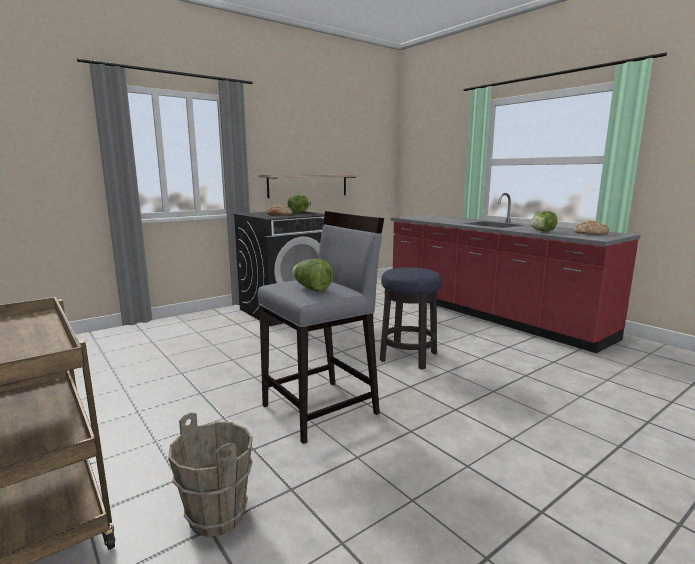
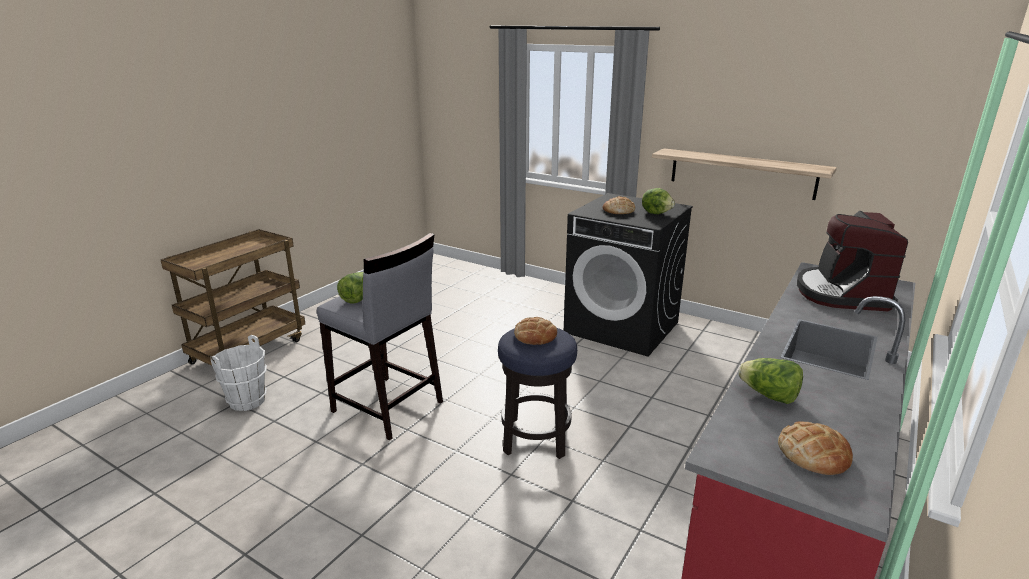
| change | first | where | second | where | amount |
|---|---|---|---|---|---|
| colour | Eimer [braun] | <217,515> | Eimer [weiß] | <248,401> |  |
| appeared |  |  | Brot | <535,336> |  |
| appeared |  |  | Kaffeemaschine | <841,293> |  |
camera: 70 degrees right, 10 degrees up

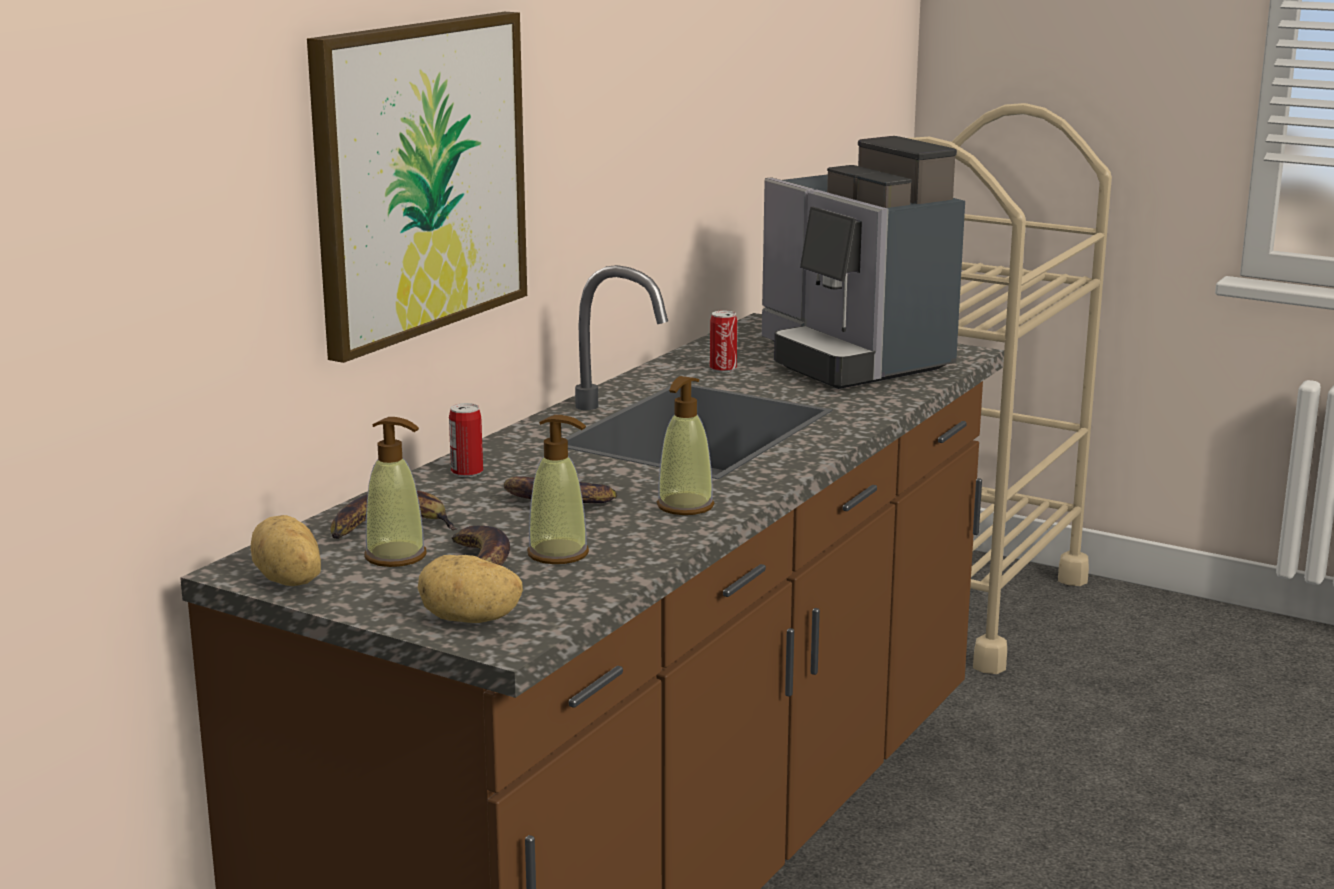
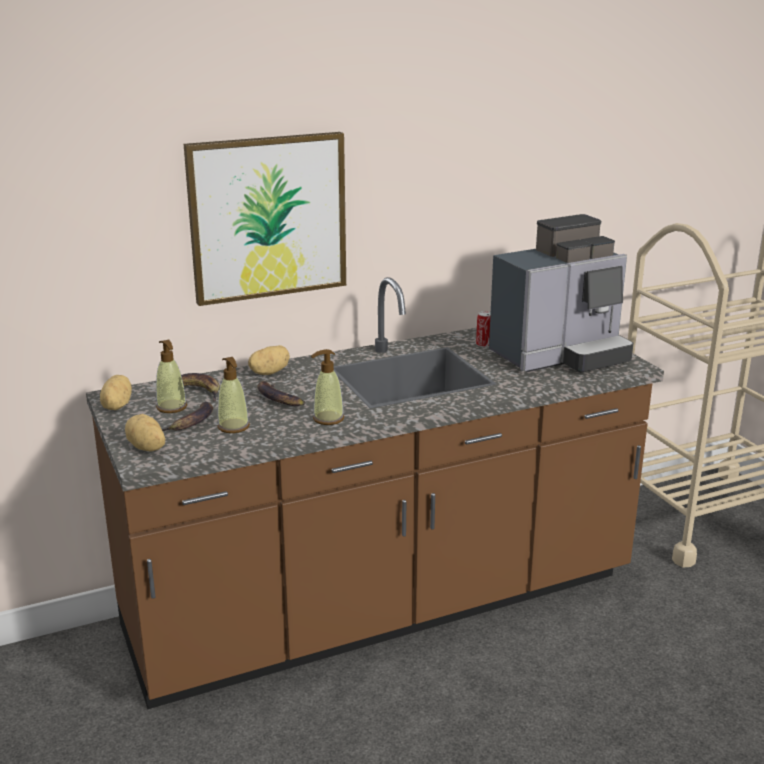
| change | first | where | second | where | amount |
|---|---|---|---|---|---|
| exchanged | Dose | <467,472> | Kartoffel | <269,372> |  |
| spun | Kaffeemaschine | <851,360> |  | <561,356> | 120 degrees counterclockwise |
camera: 35 degrees right, 5 degrees up

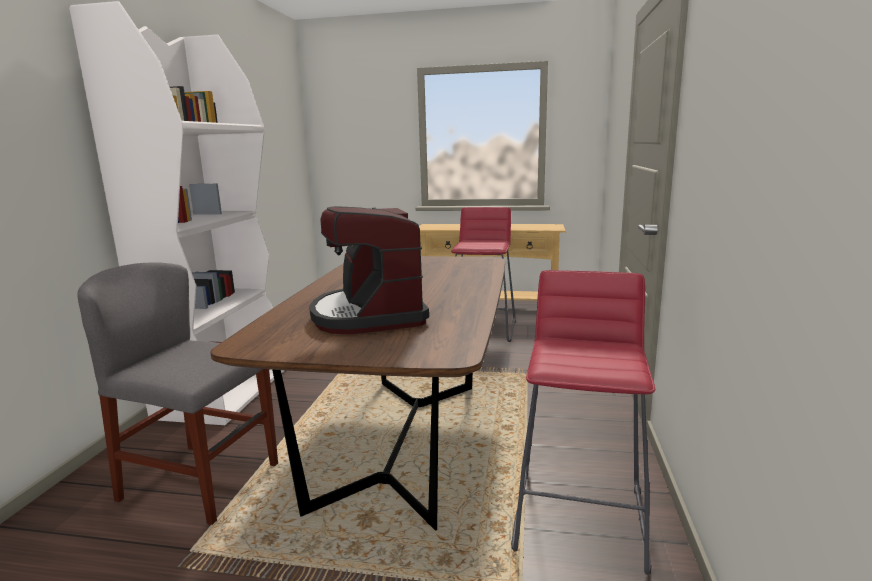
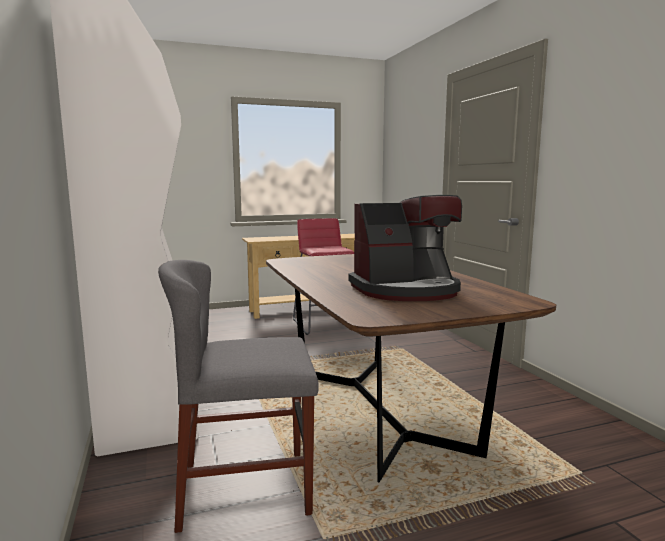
| change | first | where | second | where | amount |
|---|---|---|---|---|---|
| spun | Kaffeemaschine | <369,315> |  | <406,290> | 60 degrees counterclockwise |
| missing | Hocker [rot] | <580,516> |  |  |  |
camera: 30 degrees left, 5 degrees down

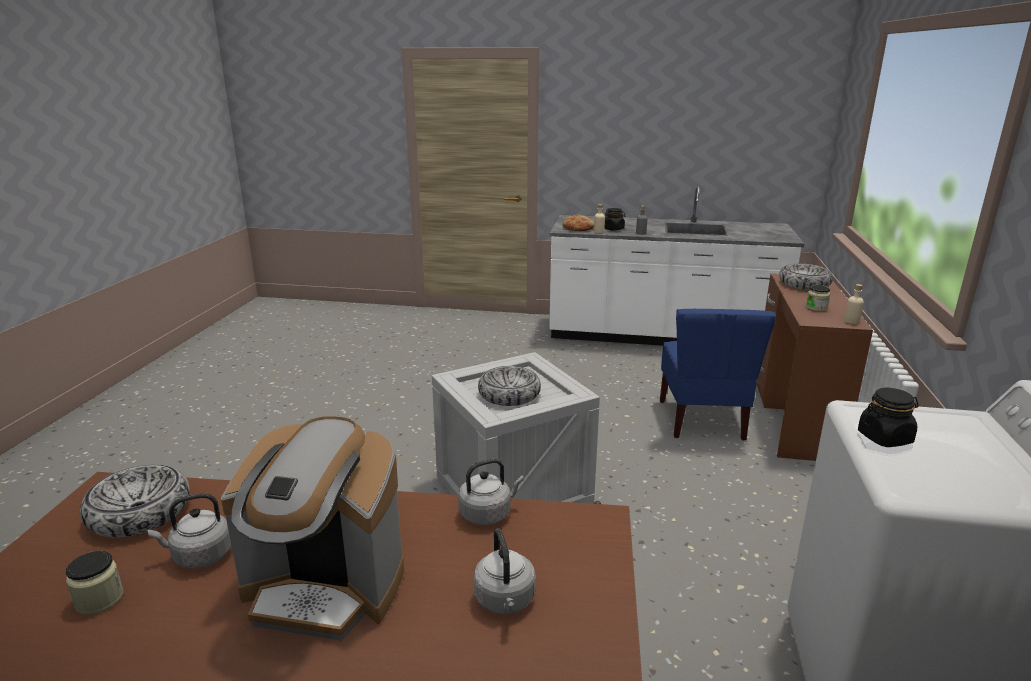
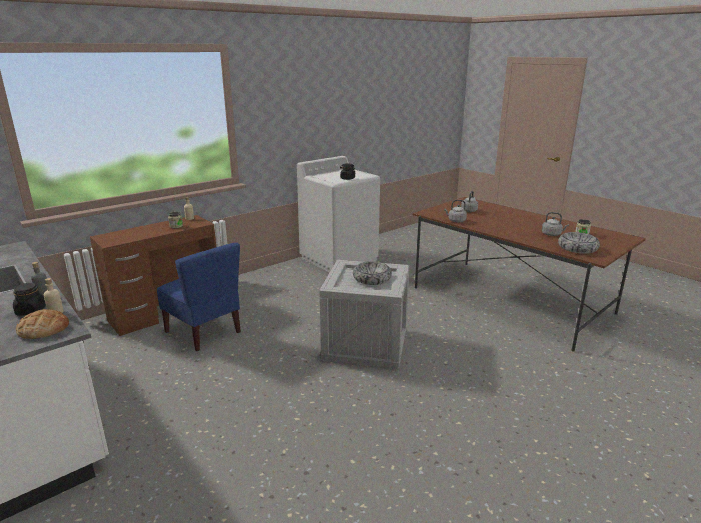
| change | first | where | second | where | amount |
|---|---|---|---|---|---|
| spun | Stuhl [blau] | <703,420> |  | <204,332> | 90 degrees clockwise |
| missing | Kaffeemaschine | <325,588> |  |  |  |
| missing | Schüssel | <804,284> |  |  |  |
camera: 140 degrees left, 0 degrees up

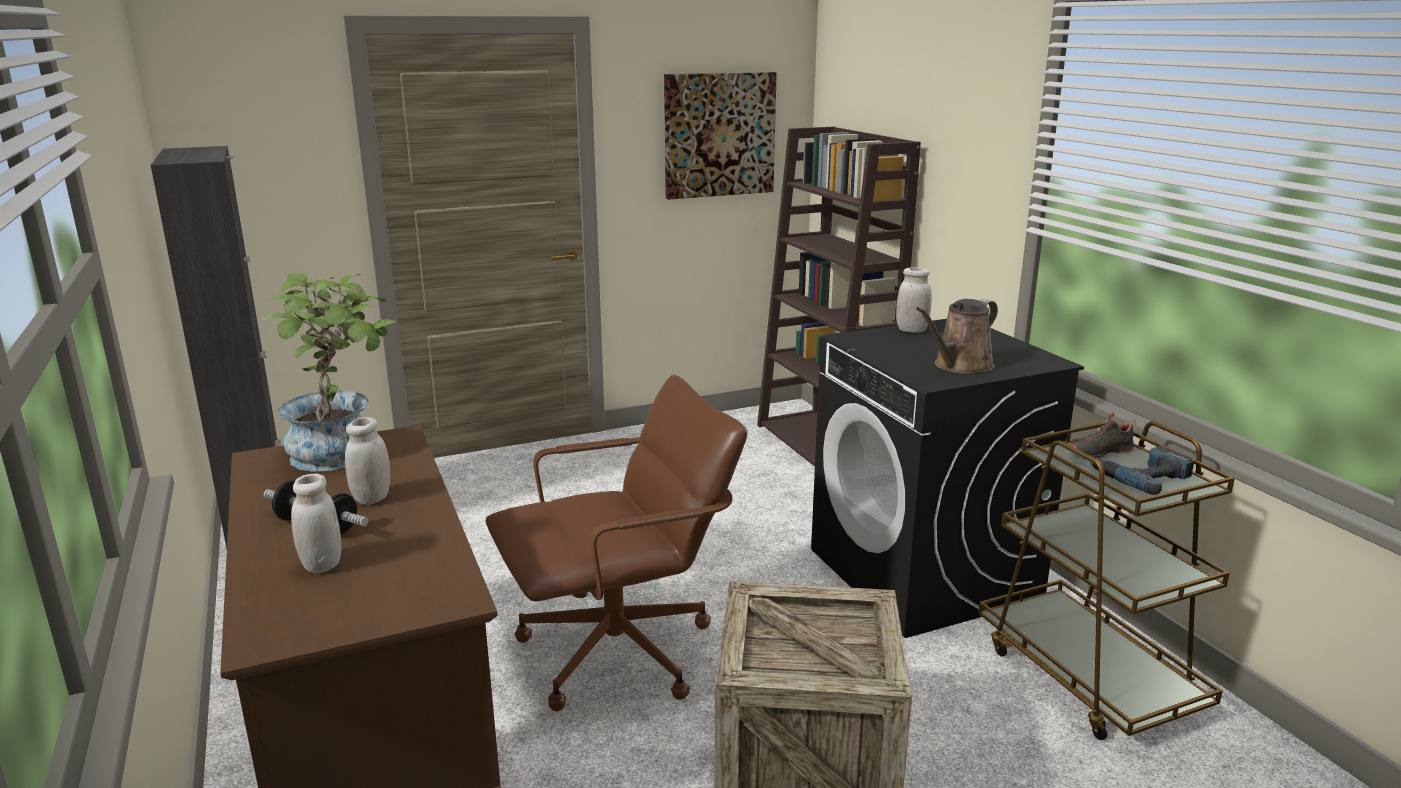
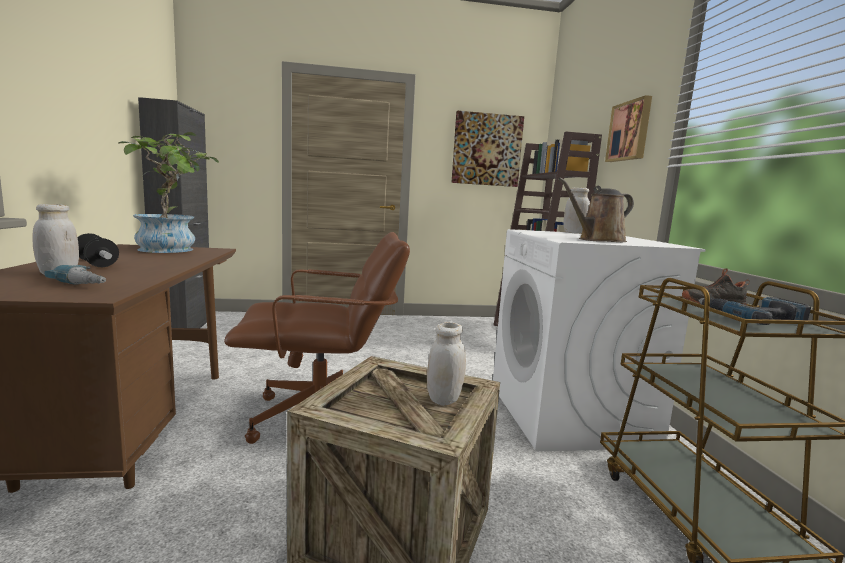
| change | first | where | second | where | amount |
|---|---|---|---|---|---|
| appeared |  |  | Bohrmaschine | <91,282> |  |
| relocated | Vorratsglas [weiß] | <372,498> |  | <444,399> |  |
| colour | Waschmaschine [schwarz] | <924,574> | Waschmaschine [weiß] | <569,414> |  |
| appeared |  |  | Bild | <630,131> |  |
camera: 15 degrees right, 10 degrees down

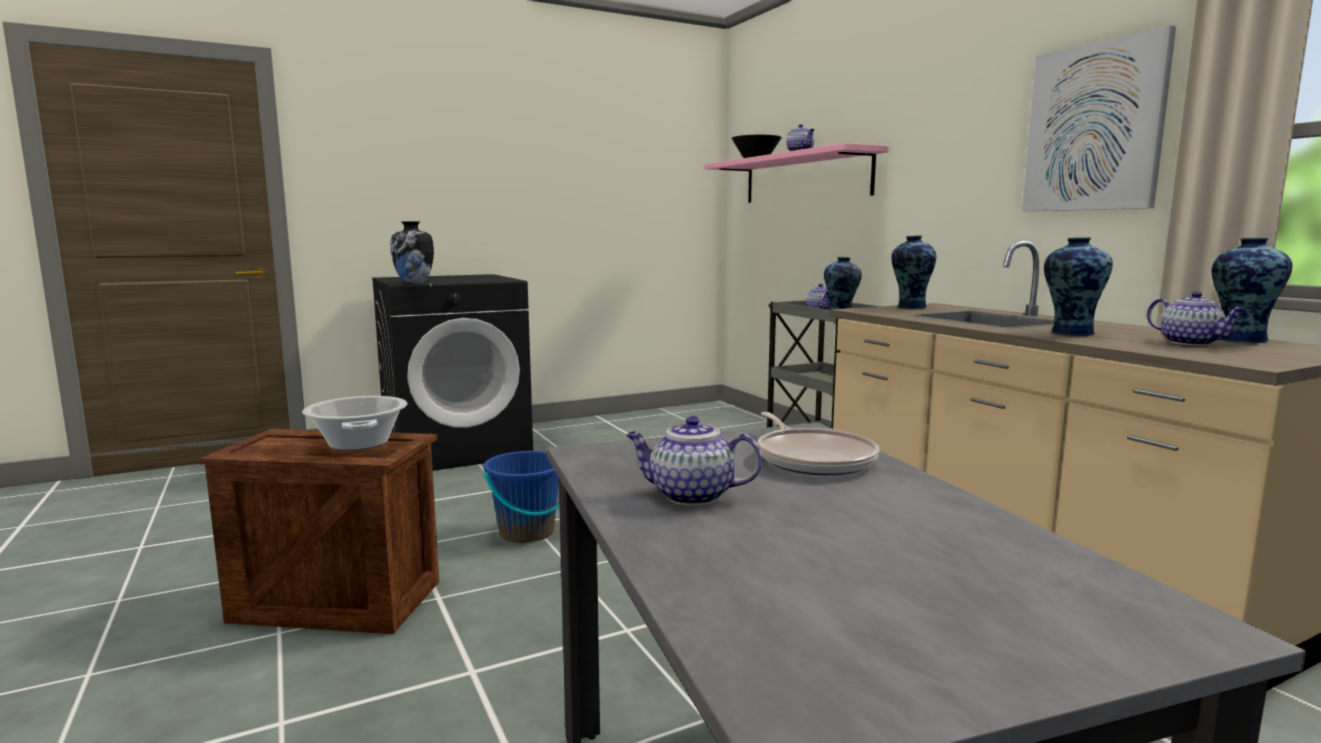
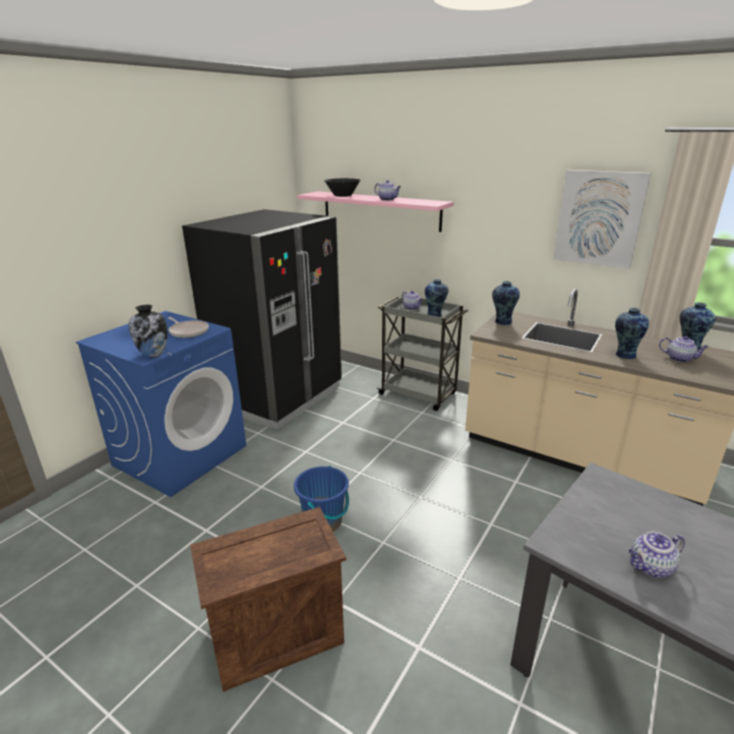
| change | first | where | second | where | amount |
|---|---|---|---|---|---|
| colour | Waschmaschine [schwarz] | <457,449> | Waschmaschine [blau] | <181,455> |  |
| relocated | Pfanne | <813,459> |  | <188,332> |  |
| appeared |  |  | Kühlschrank [schwarz] | <279,396> |  |
| missing | Kochtopf | <359,443> |  |  |  |
camera: 30 degrees left, 15 degrees up

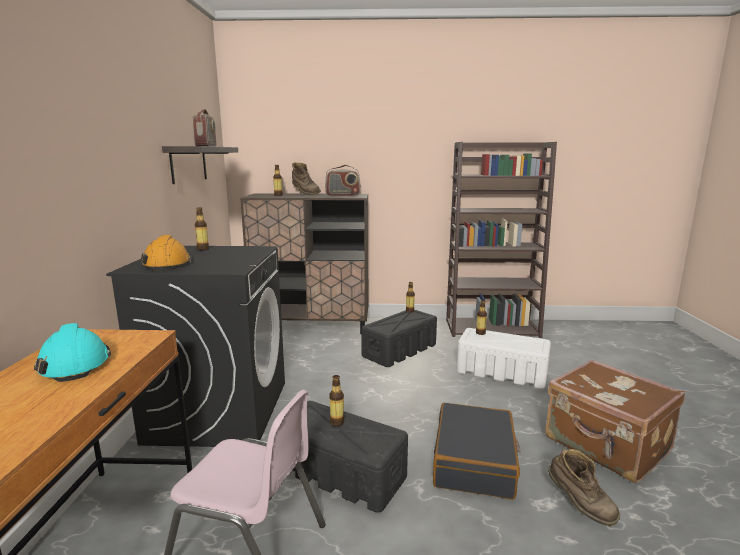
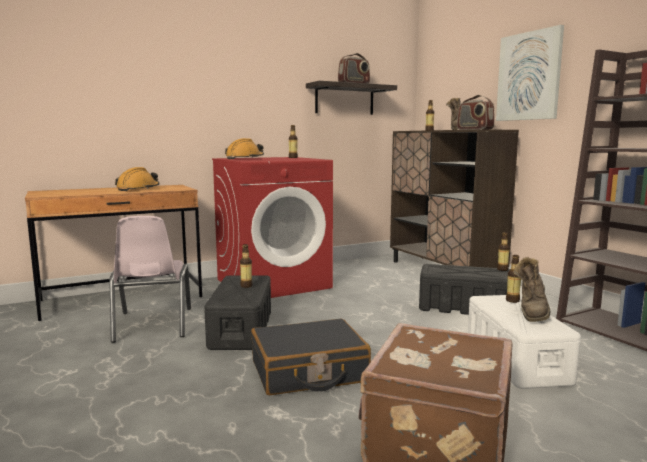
| change | first | where | second | where | amount |
|---|---|---|---|---|---|
| colour | Schutzhelm [türkis] | <75,364> | Schutzhelm [orange] | <138,189> |  |
| colour | Waschmaschine [schwarz] | <219,410> | Waschmaschine [rot] | <273,283> |  |
| appeared |  |  | Bild | <529,76> |  |
| relocated | Stiefel [braun] | <579,506> |  | <531,313> |  |
camera: 60 degrees right, 5 degrees down

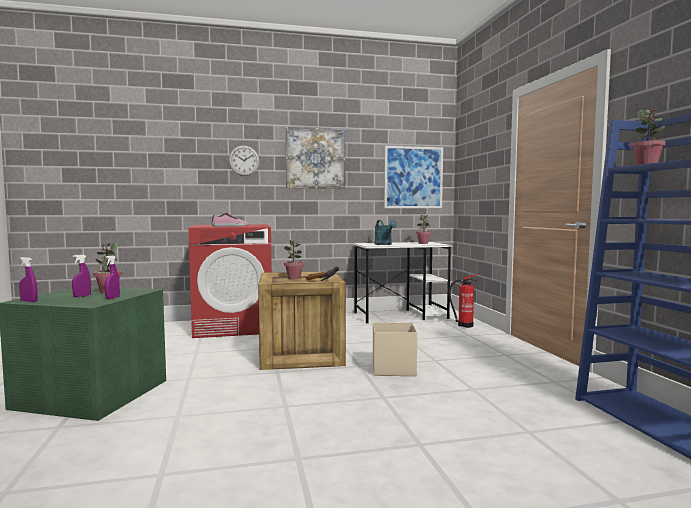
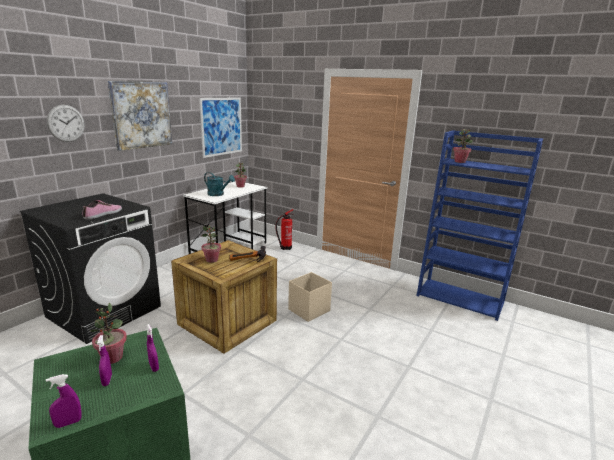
| change | first | where | second | where | amount |
|---|---|---|---|---|---|
| colour | Waschmaschine [rot] | <234,327> | Waschmaschine [schwarz] | <105,311> |  |
camera: 45 degrees left, 15 degrees up

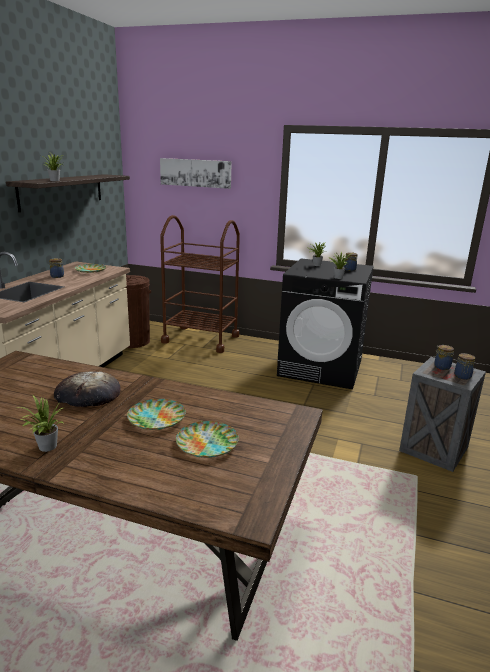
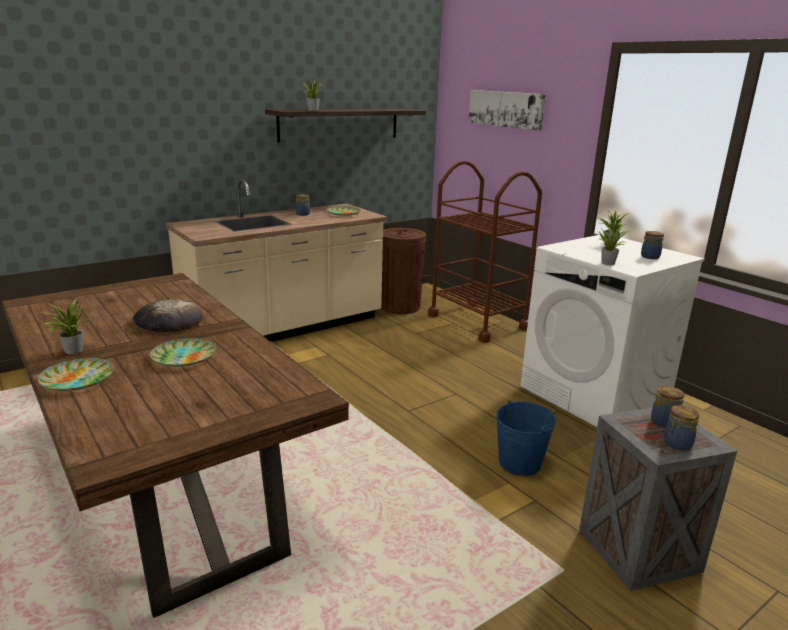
| change | first | where | second | where | amount |
|---|---|---|---|---|---|
| relocated | Teller | <207,443> |  | <78,379> |  |
| appeared |  |  | Eimer [blau] | <520,463> |  |
| colour | Waschmaschine [schwarz] | <321,368> | Waschmaschine [weiß] | <595,395> |  |
camera: 35 degrees right, 0 degrees up

